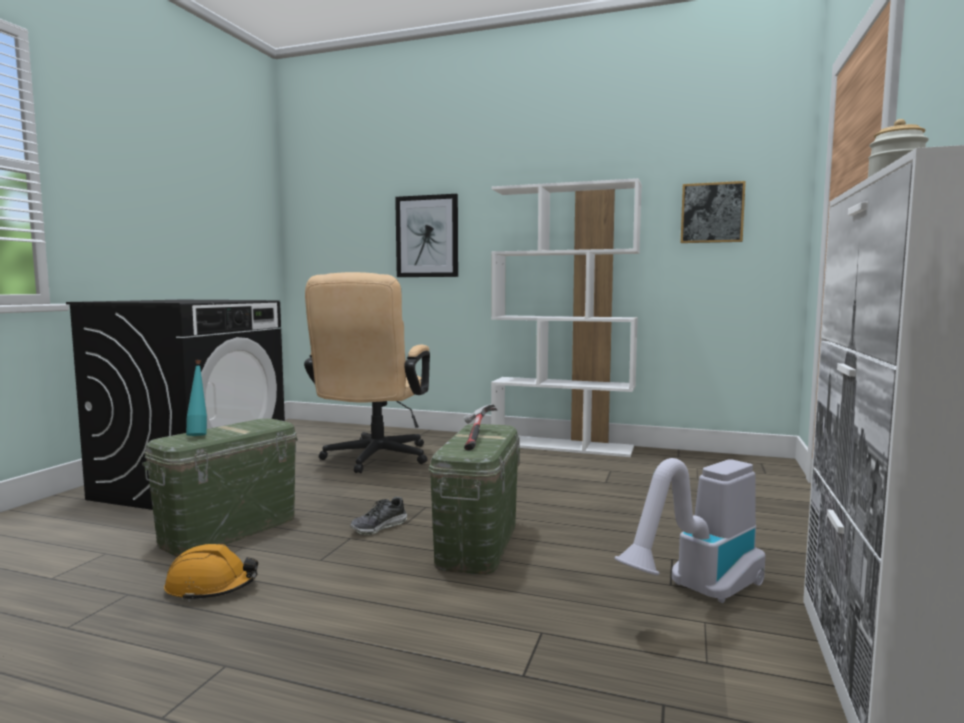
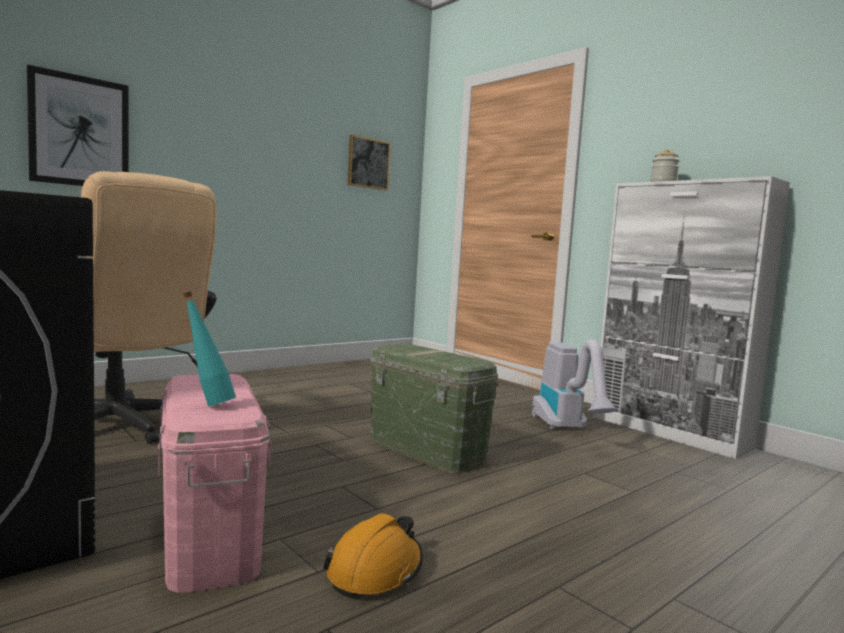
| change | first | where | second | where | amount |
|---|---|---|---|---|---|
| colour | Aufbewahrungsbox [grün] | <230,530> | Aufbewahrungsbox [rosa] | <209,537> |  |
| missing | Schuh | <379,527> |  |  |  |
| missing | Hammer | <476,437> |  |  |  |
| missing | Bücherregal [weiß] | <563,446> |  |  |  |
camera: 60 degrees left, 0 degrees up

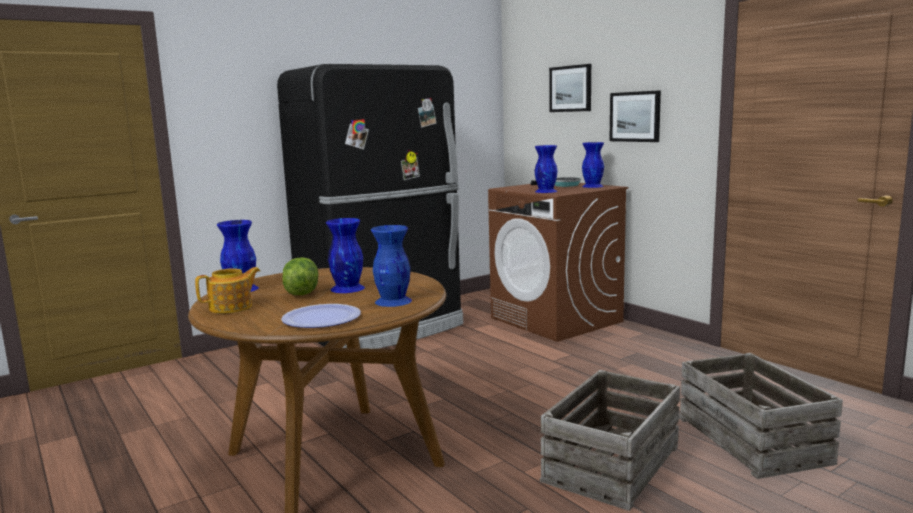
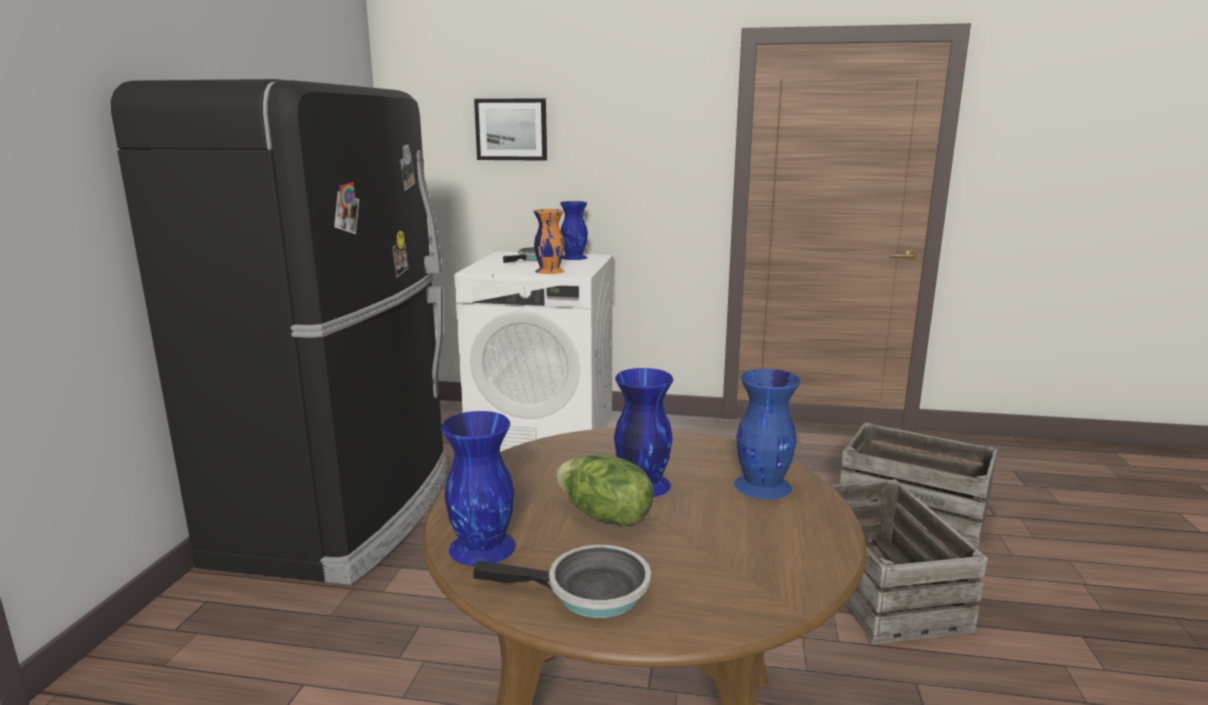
| change | first | where | second | where | amount |
|---|---|---|---|---|---|
| colour | Waschmaschine [braun] | <556,320> | Waschmaschine [weiß] | <544,431> |  |
| exchanged | Teekanne | <232,307> | Pfanne | <589,592> |  |
| colour | Vase [blau] | <546,191> | Vase [orange] | <549,271> |  |
| missing | Teller | <321,318> |  |  |  |
| missing | Bild | <635,116> |  |  |  |
camera: 45 degrees left, 5 degrees up

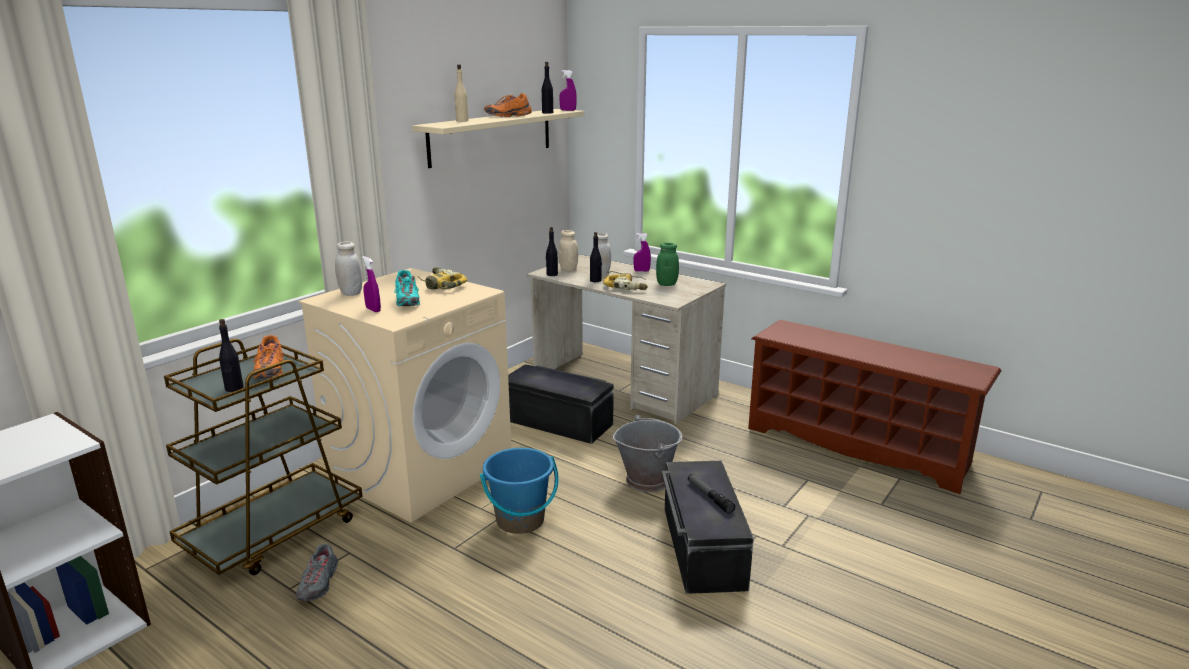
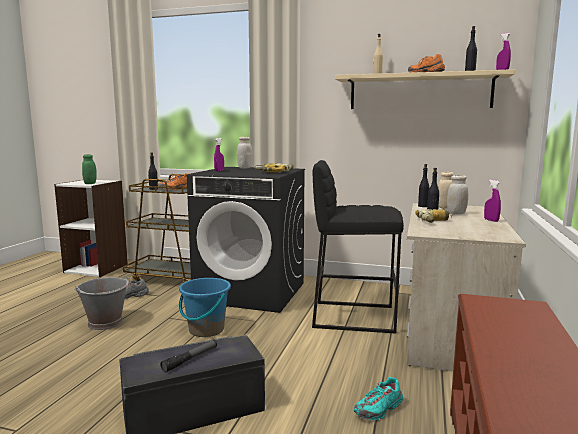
| change | first | where | second | where | amount |
|---|---|---|---|---|---|
| relocated | Eimer [grau] | <647,480> |  | <106,323> |  |
| relocated | Vorratsglas [grün] | <666,284> |  | <90,183> |  |
| colour | Waschmaschine [beige] | <421,469> | Waschmaschine [schwarz] | <252,292> |  |
| exchanged | Aufbewahrungsbox [schwarz] | <558,421> | Hocker [schwarz] | <354,316> |  |
| relocated | Schuh [türkis] | <407,302> |  | <379,410> |  |
camera: 70 degrees right, 10 degrees down

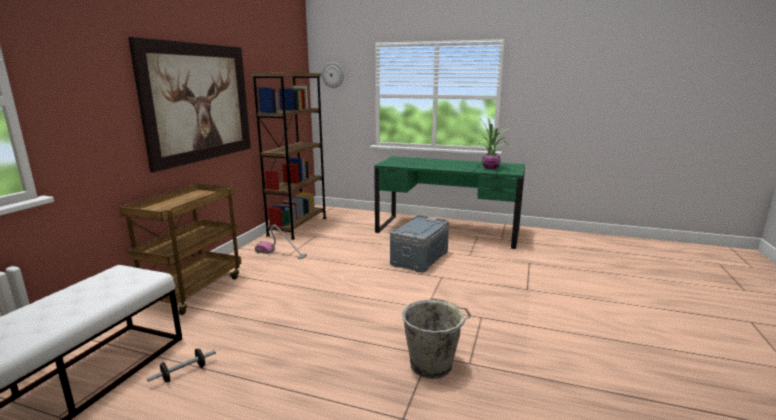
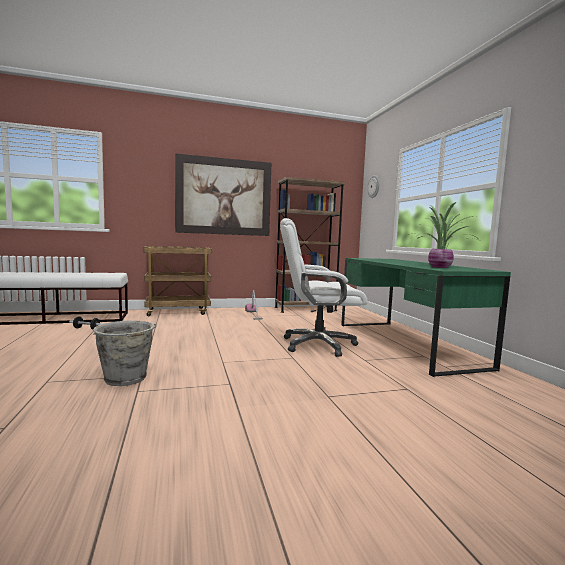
| change | first | where | second | where | amount |
|---|---|---|---|---|---|
| exchanged | Aufbewahrungsbox [grau] | <419,258> | Bürostuhl [weiß] | <317,345> |  |
camera: 55 degrees right, 10 degrees down

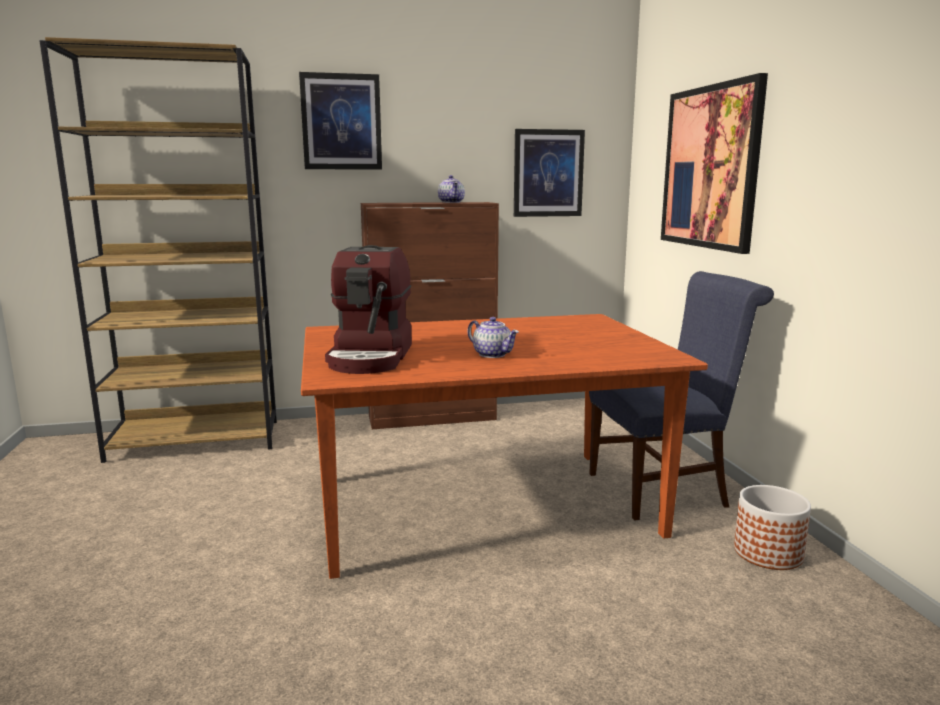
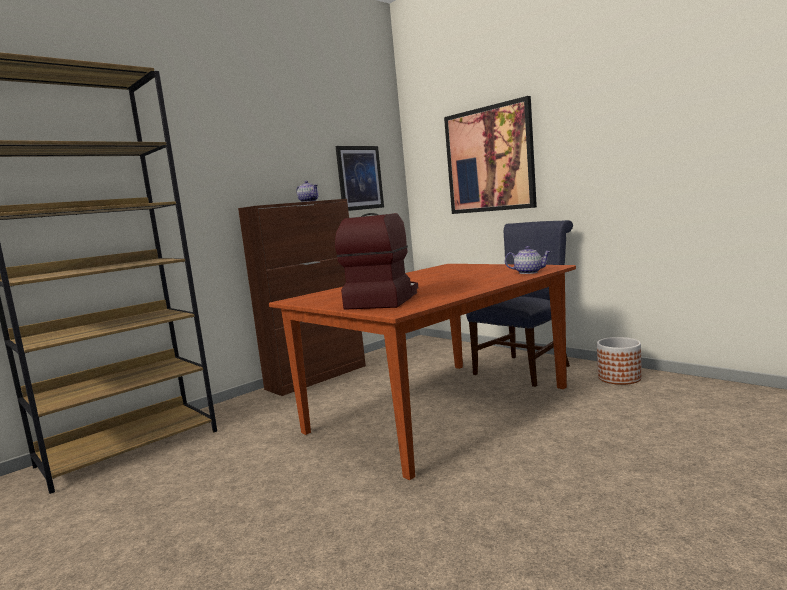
| change | first | where | second | where | amount |
|---|---|---|---|---|---|
| spun | Kaffeemaschine | <372,357> |  | <382,300> | 135 degrees counterclockwise |
| relocated | Teekanne | <493,354> |  | <528,272> |  |
| missing | Bild | <341,122> |  |  |  |
camera: 30 degrees left, 5 degrees down

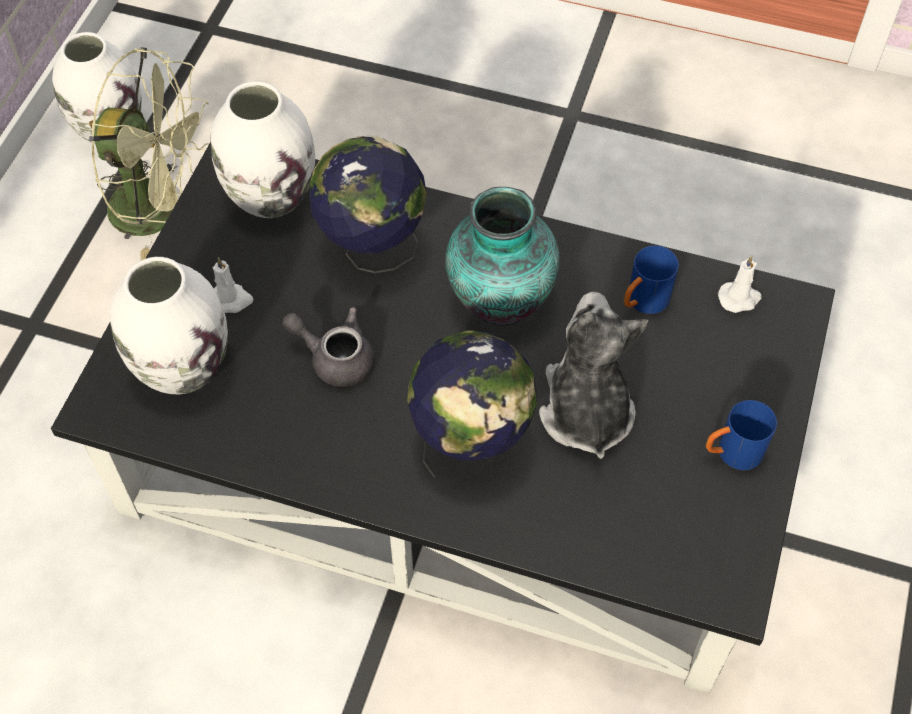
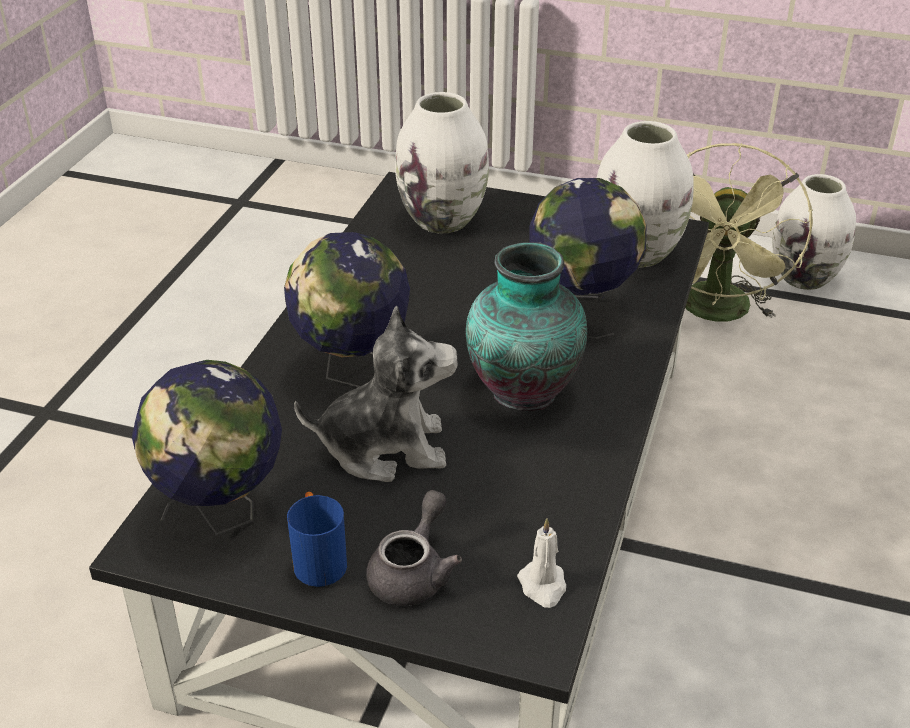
| change | first | where | second | where | amount |
|---|---|---|---|---|---|
| appeared |  |  | Globus | <221,514> |  |
| relocated | Teekanne [grau] | <335,358> |  | <414,572> |  |
| missing | Kerze [weiß] | <231,300> |  |  |  |
| missing | Henkelbecher [blau] | <642,303> |  |  |  |
camera: 90 degrees right, 20 degrees down

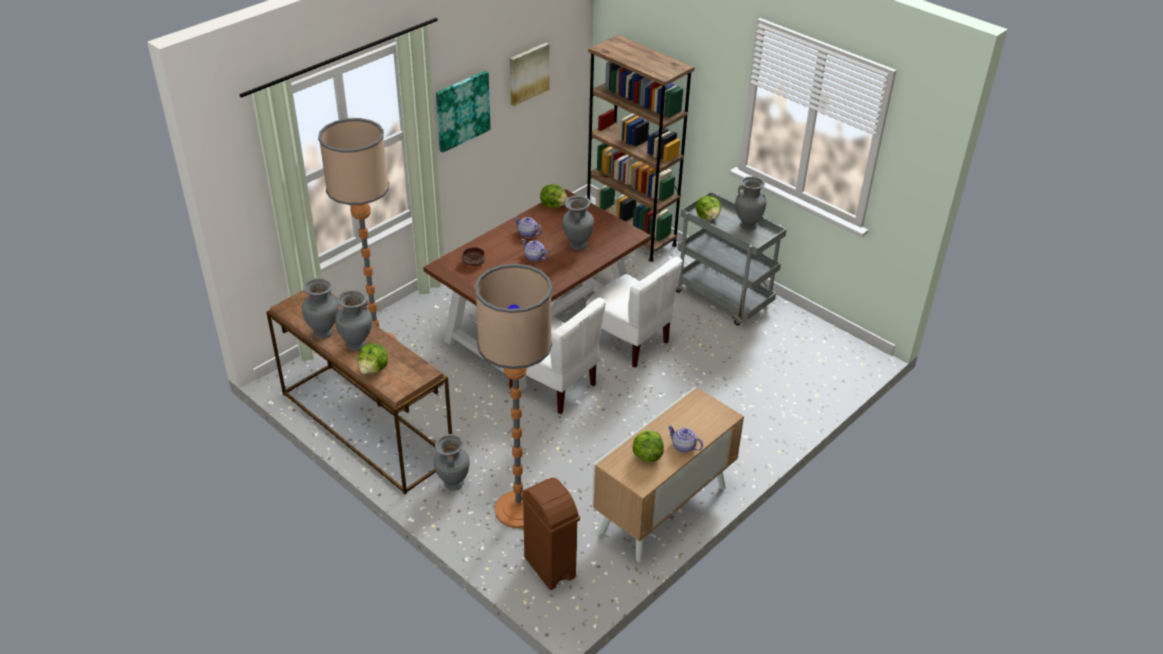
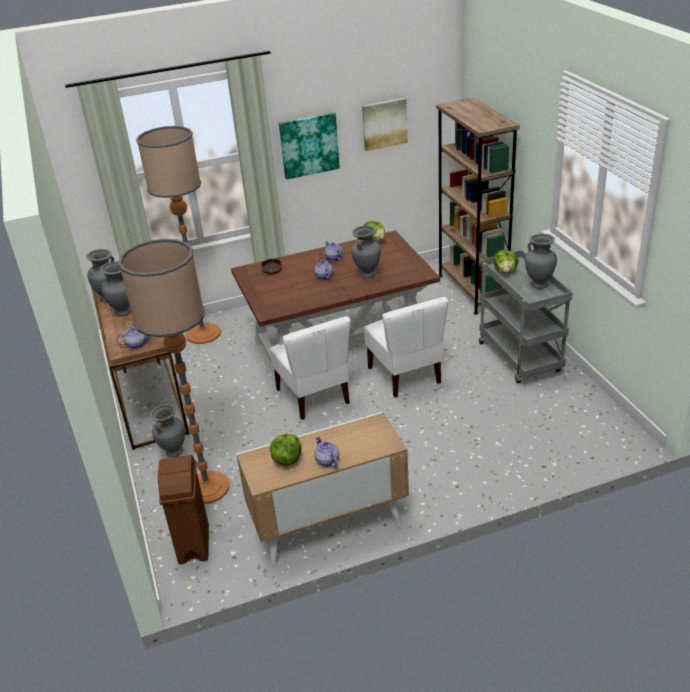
| change | first | where | second | where | amount |
|---|---|---|---|---|---|
| appeared |  |  | Teekanne | <136,344> |  |
| missing | Salatkopf | <374,369> |  |  |  |
camera: 30 degrees right, 5 degrees down

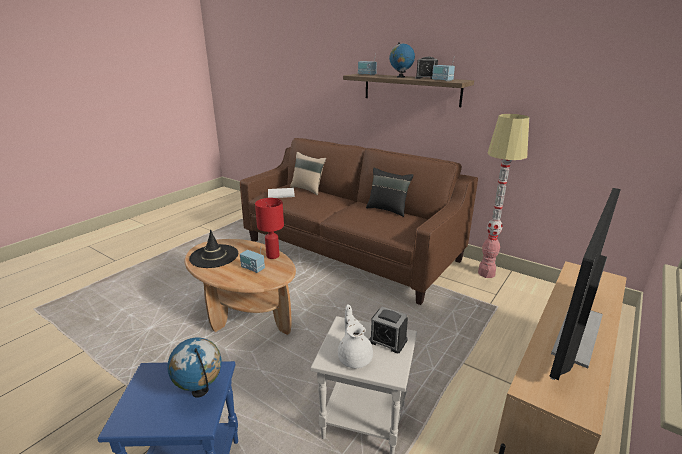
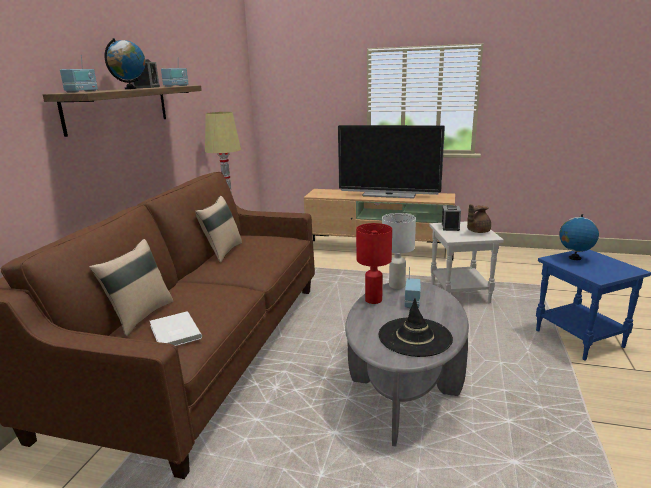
| change | first | where | second | where | amount |
|---|---|---|---|---|---|
| colour | Kissen [schwarz] | <388,210> | Kissen [beige] | <222,252> |  |
| colour | Couchtisch [braun] | <244,312> | Couchtisch [grau] | <404,388> |  |
| appeared |  |  | Tischlampe [weiß] | <397,285> |  |
| colour | Teekanne [weiß] | <355,357> | Teekanne [braun] | <477,231> |  |
camera: 110 degrees left, 5 degrees down

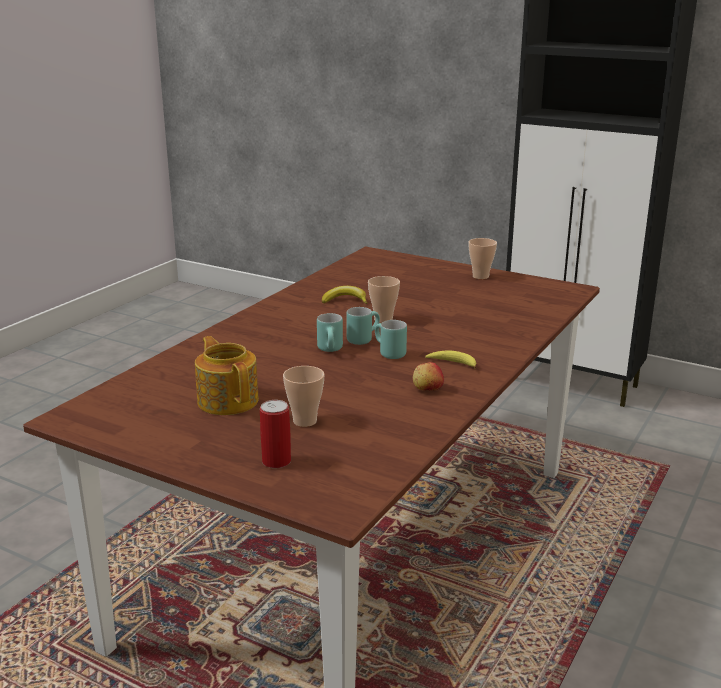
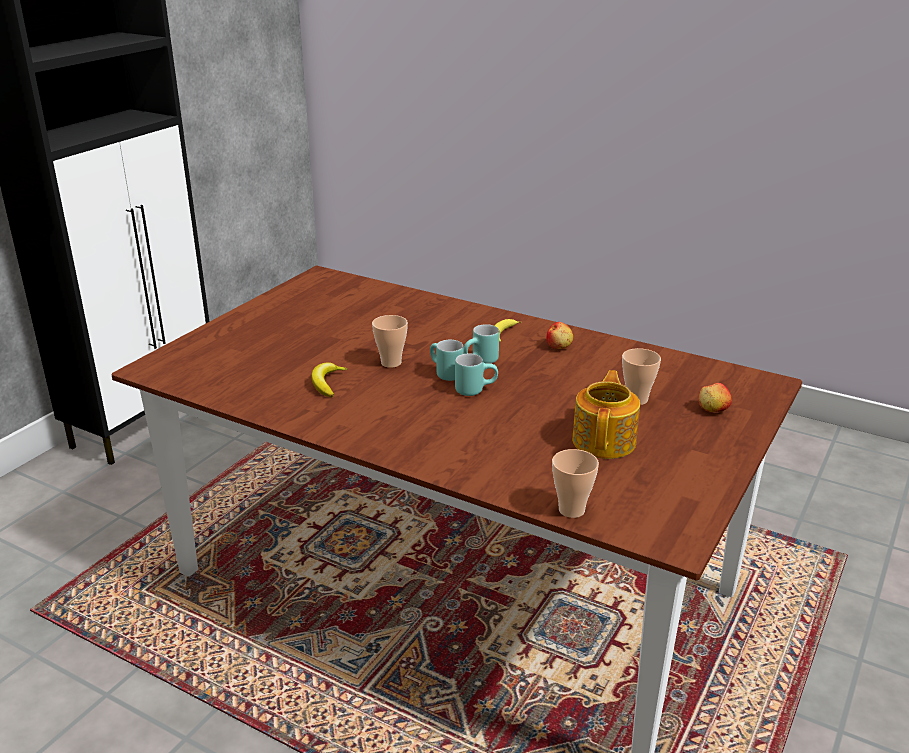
| change | first | where | second | where | amount |
|---|---|---|---|---|---|
| relocated | Tasse | <480,276> |  | <571,510> |  |
| spun | Teekanne | <228,400> |  | <605,441> | 135 degrees clockwise |
| exchanged | Dose | <276,461> | Apfel | <713,410> |  |
camera: 90 degrees left, 5 degrees up

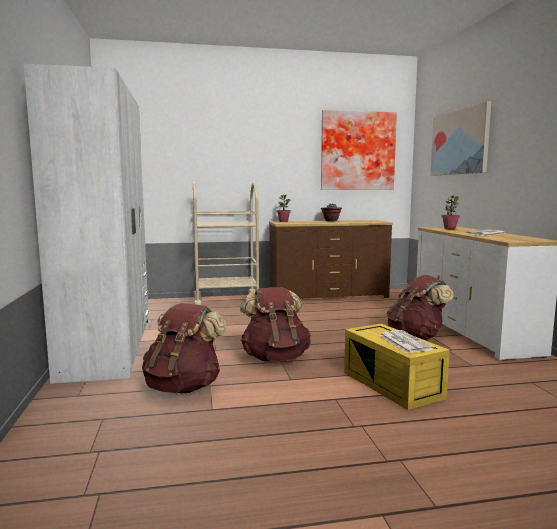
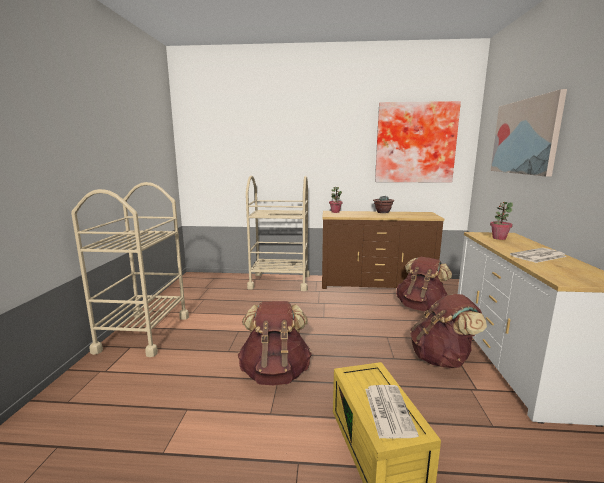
| change | first | where | second | where | amount |
|---|---|---|---|---|---|
| exchanged | Kleiderschrank [weiß] | <109,347> | Rollwagen [beige] | <144,333> |  |
| relocated | Rucksack [braun] | <184,387> |  | <421,307> |  |
camera: 15 degrees right, 5 degrees up

